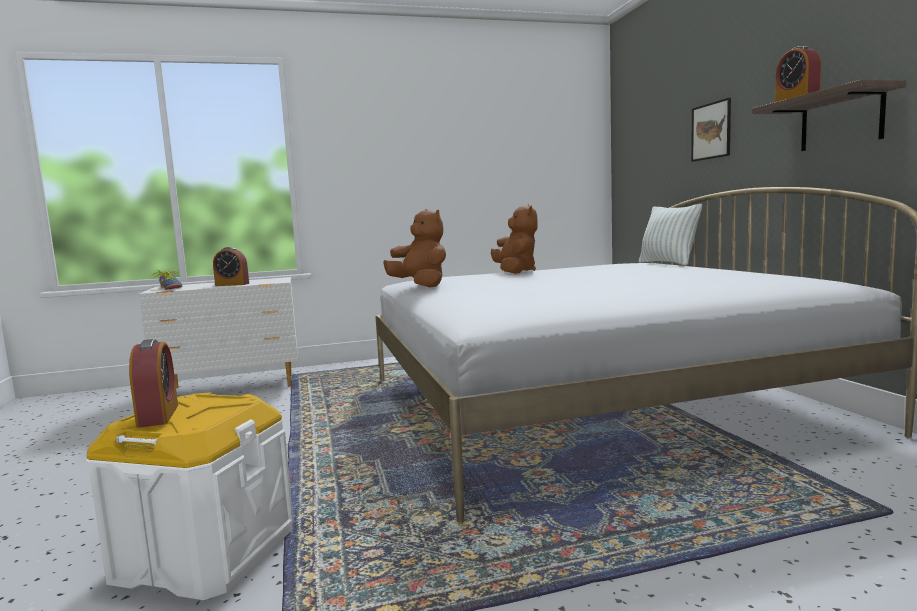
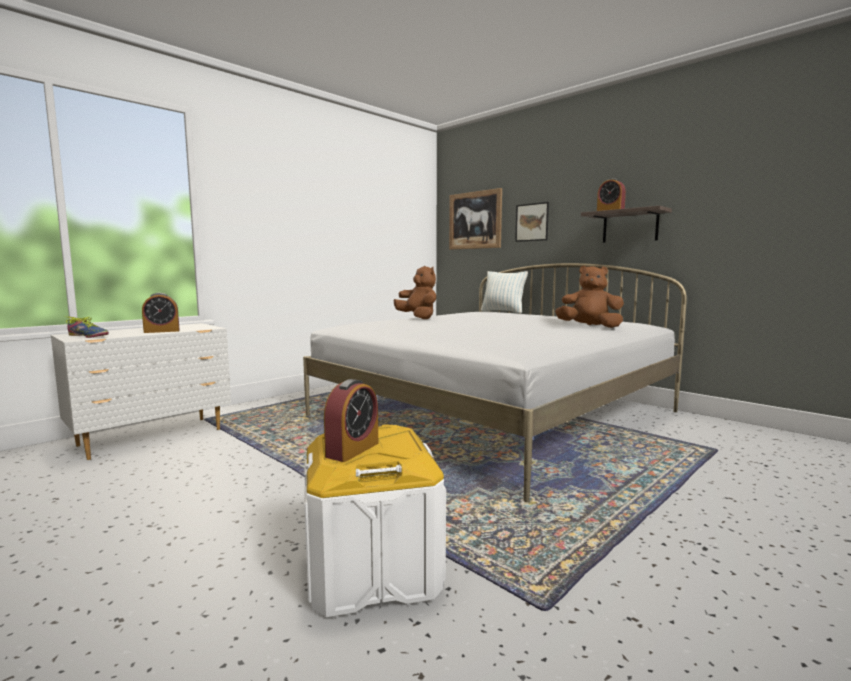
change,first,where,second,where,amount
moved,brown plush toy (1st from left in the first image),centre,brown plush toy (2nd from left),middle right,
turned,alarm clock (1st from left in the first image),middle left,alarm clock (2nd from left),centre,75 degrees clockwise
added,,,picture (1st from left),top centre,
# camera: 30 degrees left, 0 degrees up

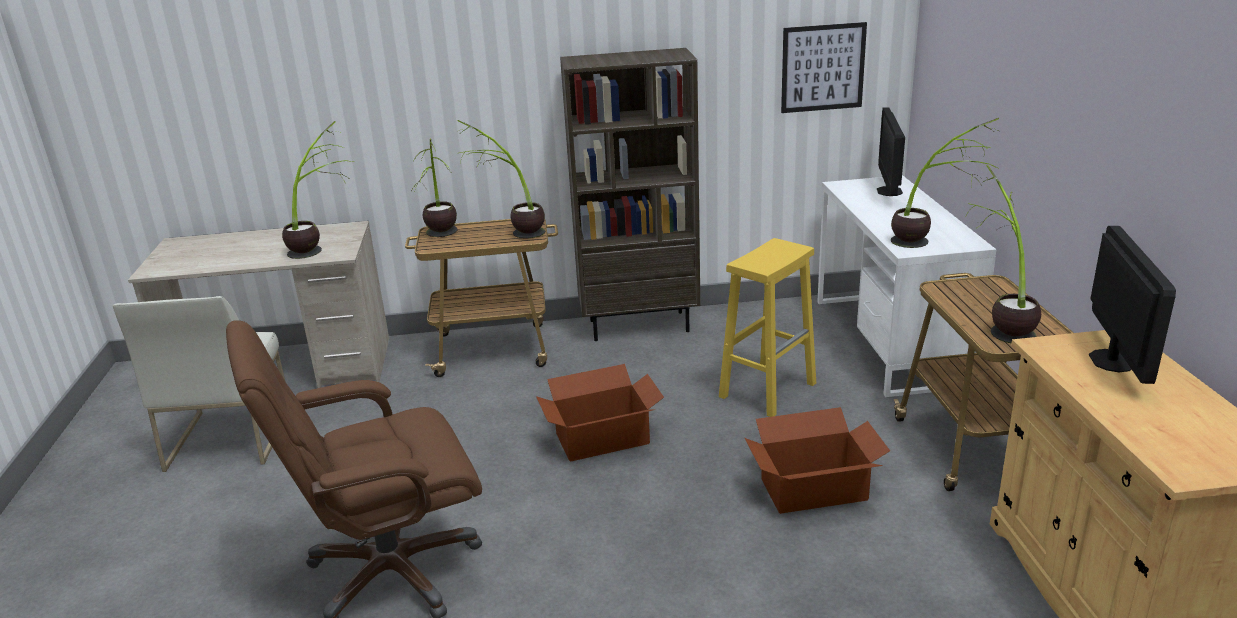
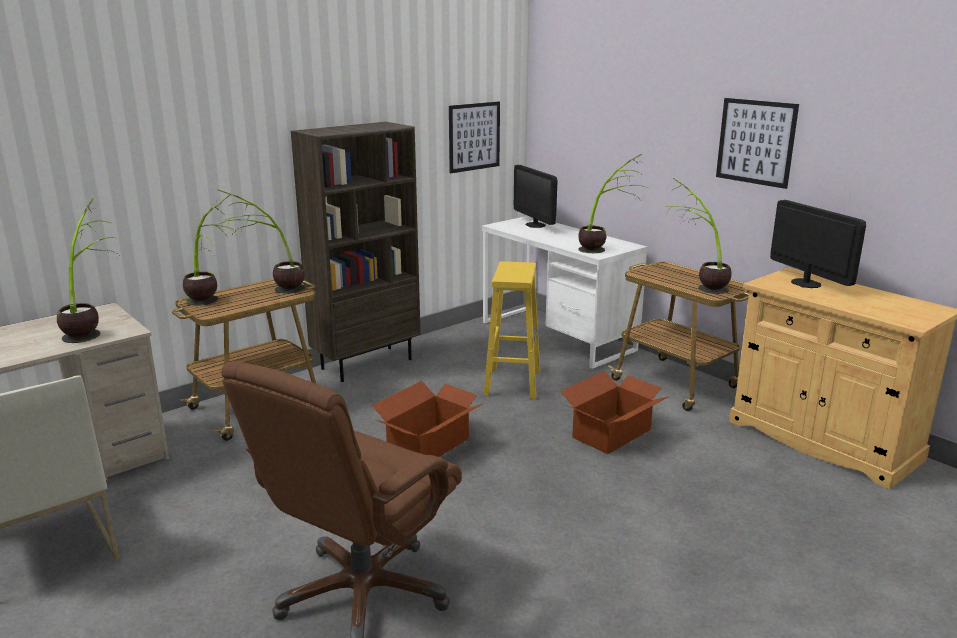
change,first,where,second,where,amount
added,,,picture (2nd from left),top right,
# camera: 35 degrees left, 5 degrees down

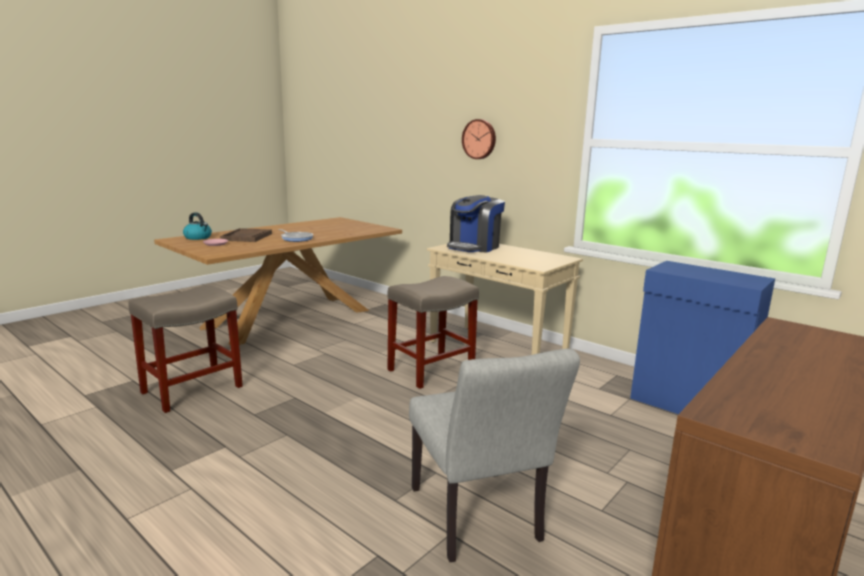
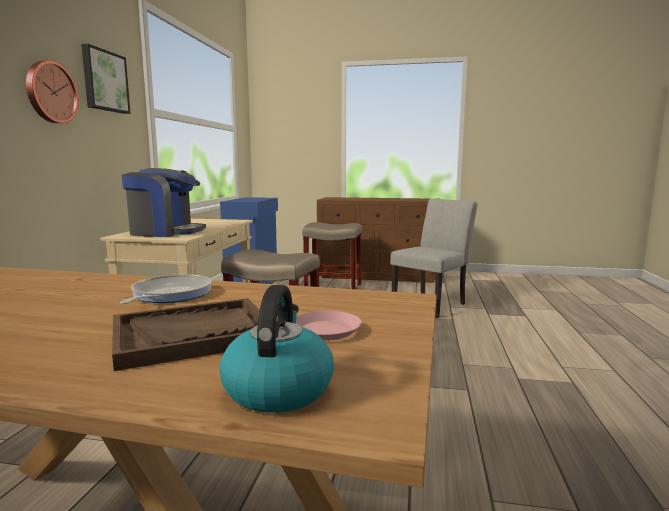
change,first,where,second,where,amount
moved,beige stool (1st from left in the first image),middle left,beige stool (2nd from left),centre,
added,,,picture,top left,
# camera: 120 degrees left, 5 degrees down

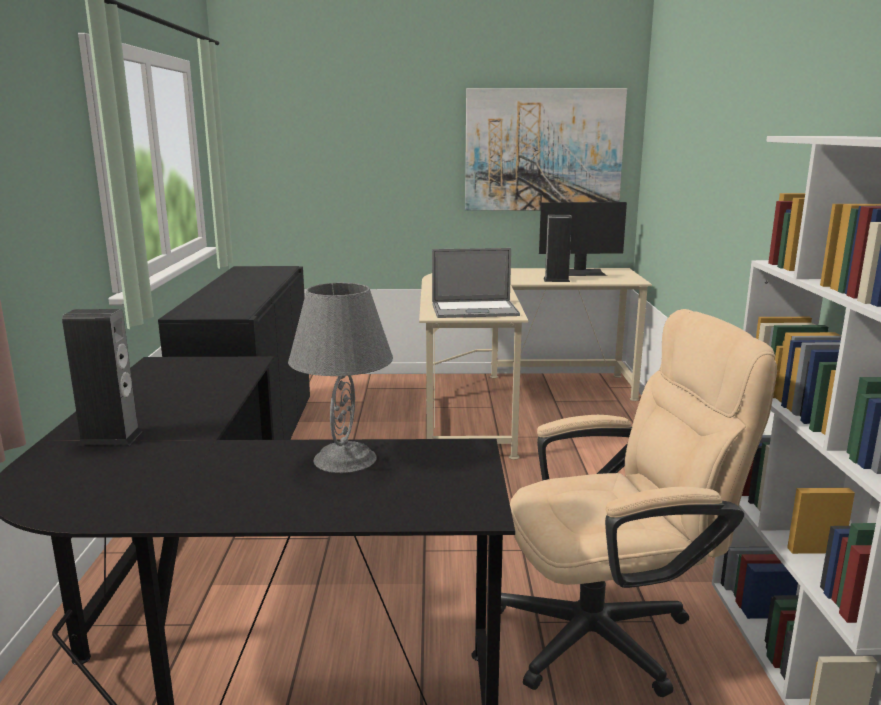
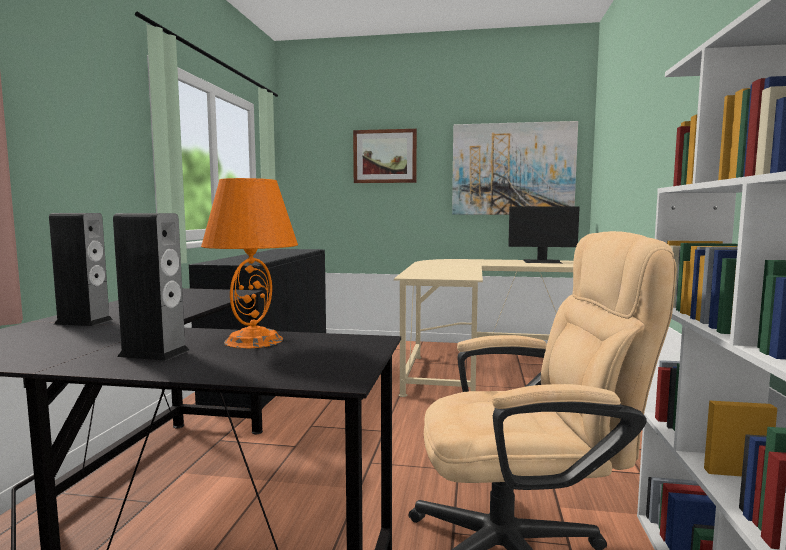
change,first,where,second,where,amount
moved,speaker (2nd from left),centre,,middle left,
removed,laptop,centre,,,
recoloured,grey table lamp,centre,orange table lamp,middle left,
added,,,picture (1st from left),top centre,
# camera: 10 degrees right, 10 degrees down

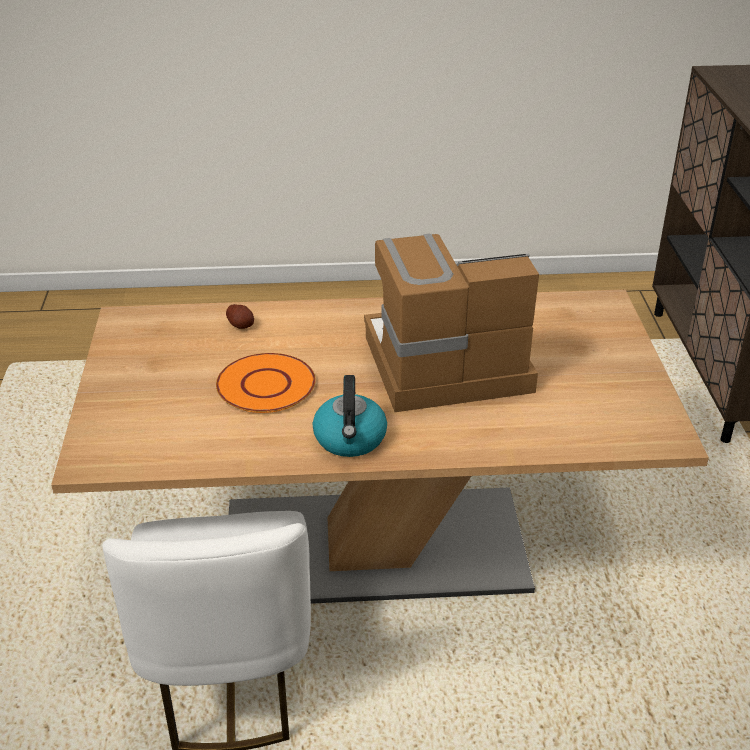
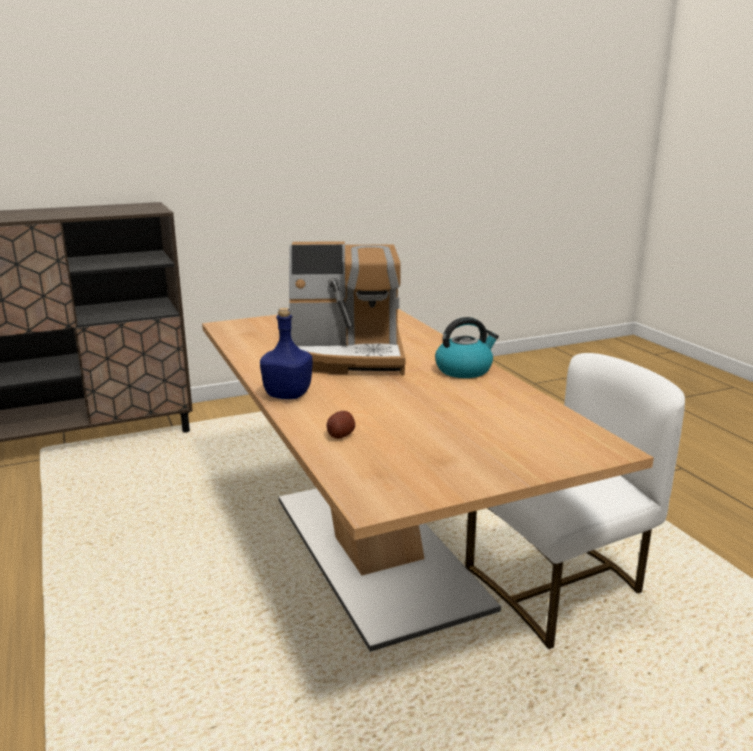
change,first,where,second,where,amount
turned,coffee machine,centre,,centre,60 degrees counterclockwise
removed,orange plate,centre,,,
added,,,blue bottle,centre,
# camera: 110 degrees left, 15 degrees down

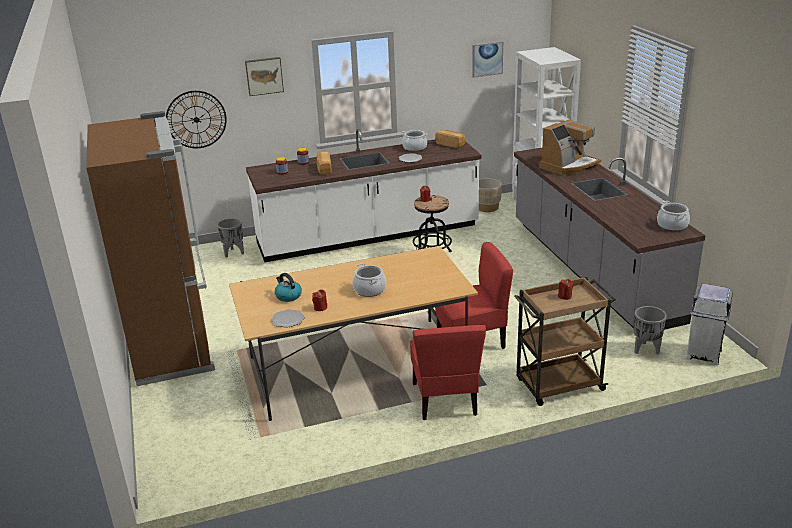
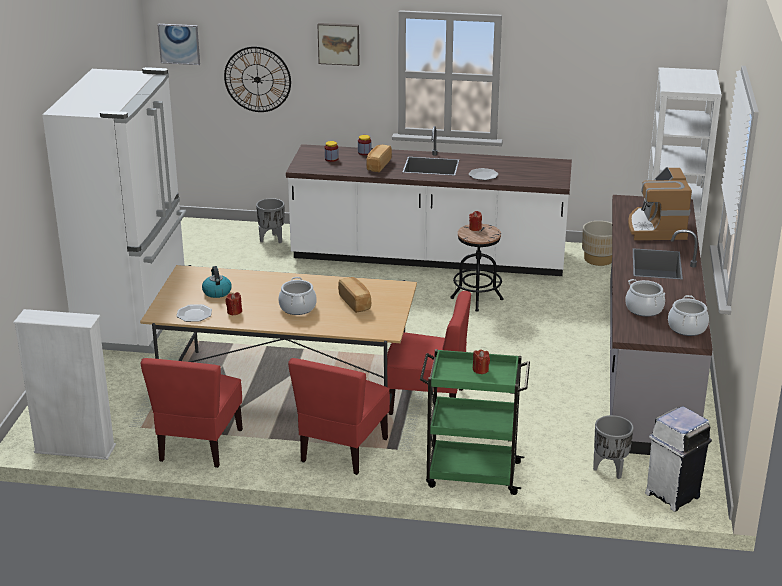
change,first,where,second,where,amount
moved,picture (2nd from left in the first image),top centre,picture (1st from left),top left,
recoloured,brown fridge,middle left,white fridge,middle left,
turned,coffee machine,top right,,middle right,105 degrees clockwise
moved,cooking pot (2nd from left),top centre,,middle right,
moved,bread (2nd from left in the first image),top centre,bread (1st from left),centre,
recoloured,brown cart,middle right,green cart,bottom centre,
added,,,white bookcase (1st from left),middle left,
added,,,red chair (1st from left),bottom left,
# camera: 25 degrees right, 0 degrees up

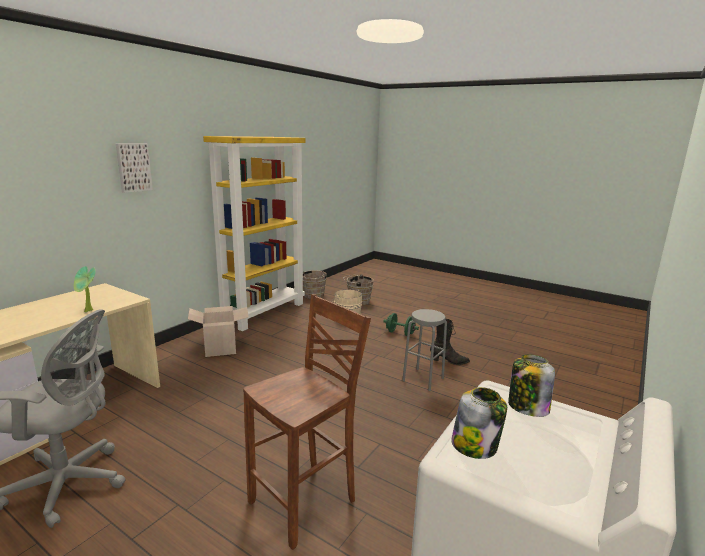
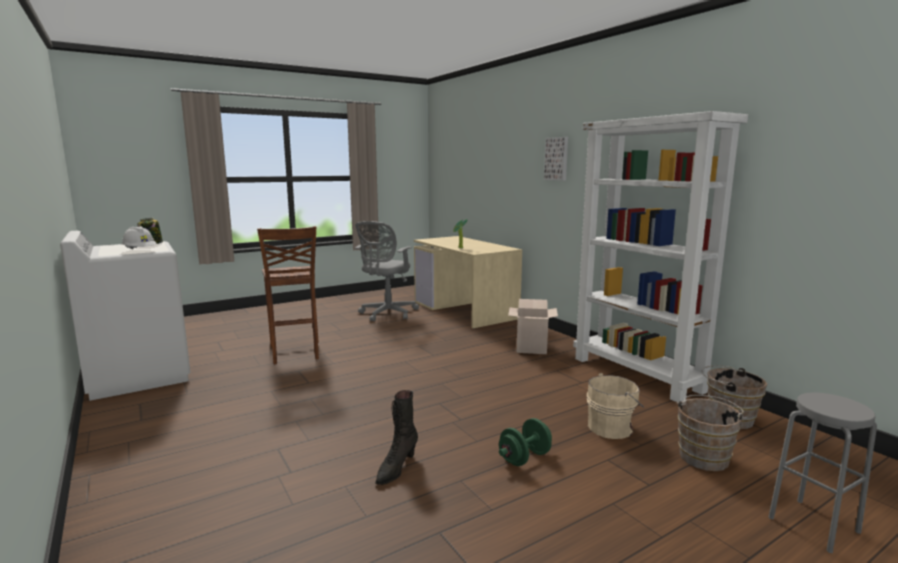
change,first,where,second,where,amount
recoloured,yellow bookcase,centre,white bookcase,middle right,
moved,grey stool,centre,,bottom right,
replaced,jar (2nd from left),bottom right,white hard hat,middle left,
# camera: 115 degrees right, 5 degrees down

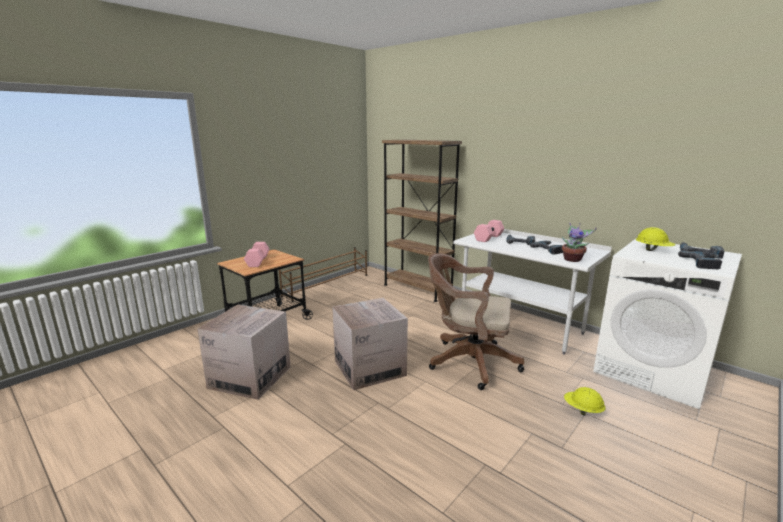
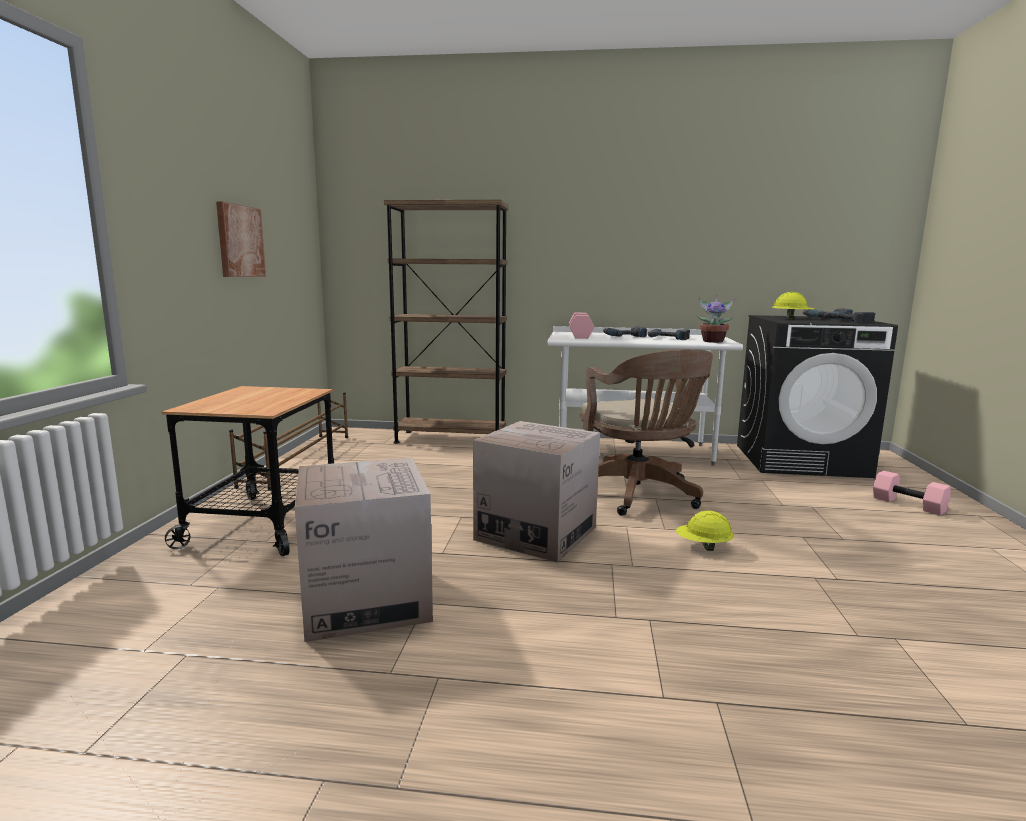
change,first,where,second,where,amount
recoloured,white washing machine,middle right,black washing machine,middle right,
moved,pink dumbbell (1st from left in the first image),middle left,pink dumbbell (2nd from left),middle right,
turned,brown office chair,centre,,centre,90 degrees counterclockwise
moved,yellow hard hat (1st from left),bottom right,,middle right,
added,,,picture,top left,
# camera: 35 degrees left, 5 degrees down

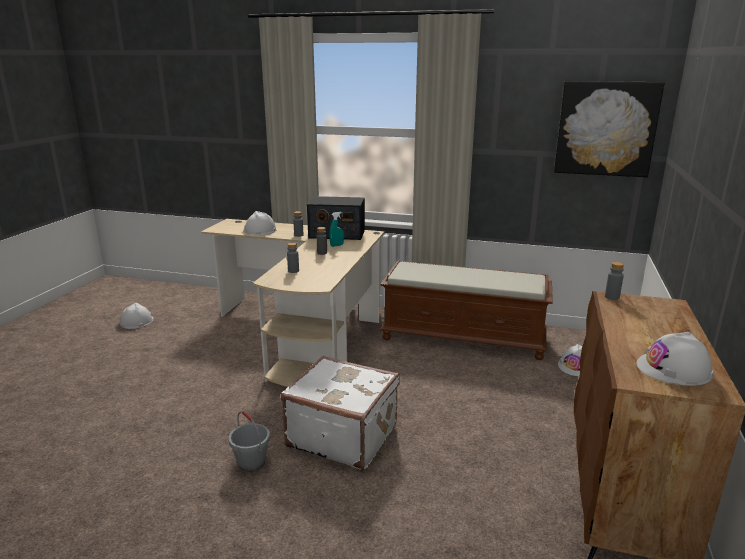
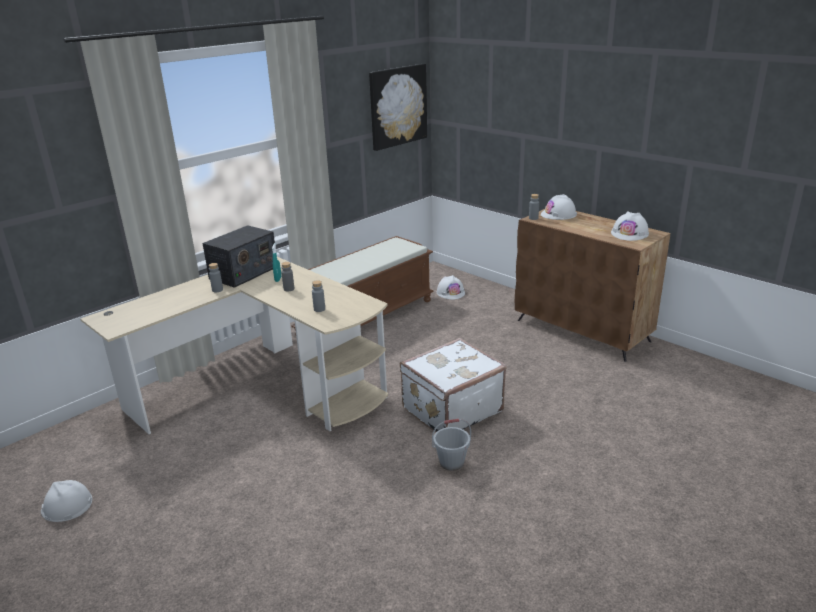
change,first,where,second,where,amount
moved,white hard hat (2nd from left in the first image),centre,white hard hat (3rd from left),middle right,
# camera: 60 degrees left, 5 degrees up

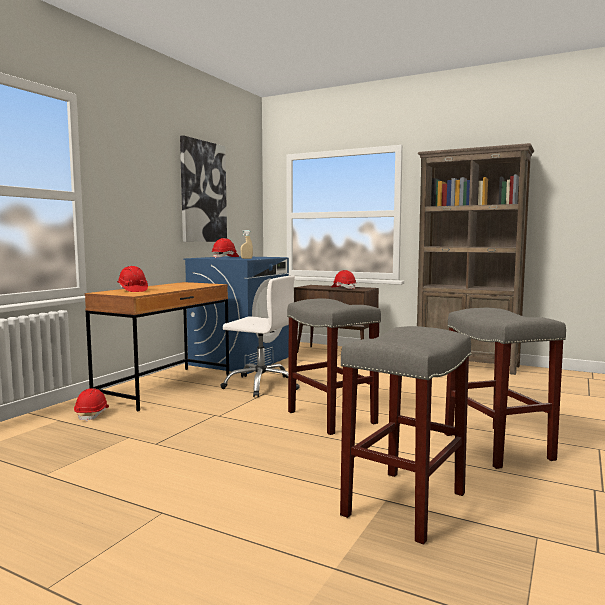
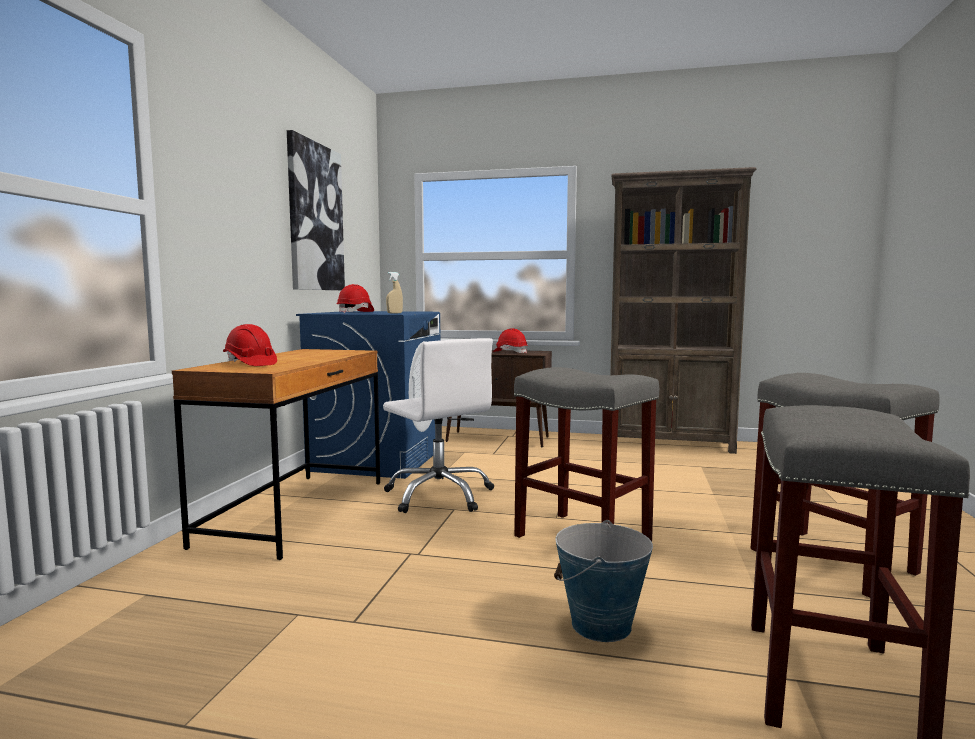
change,first,where,second,where,amount
turned,white office chair,centre,,centre,45 degrees clockwise
removed,red hard hat (1st from left),bottom left,,,
added,,,bucket,bottom centre,
# camera: 15 degrees left, 0 degrees up

